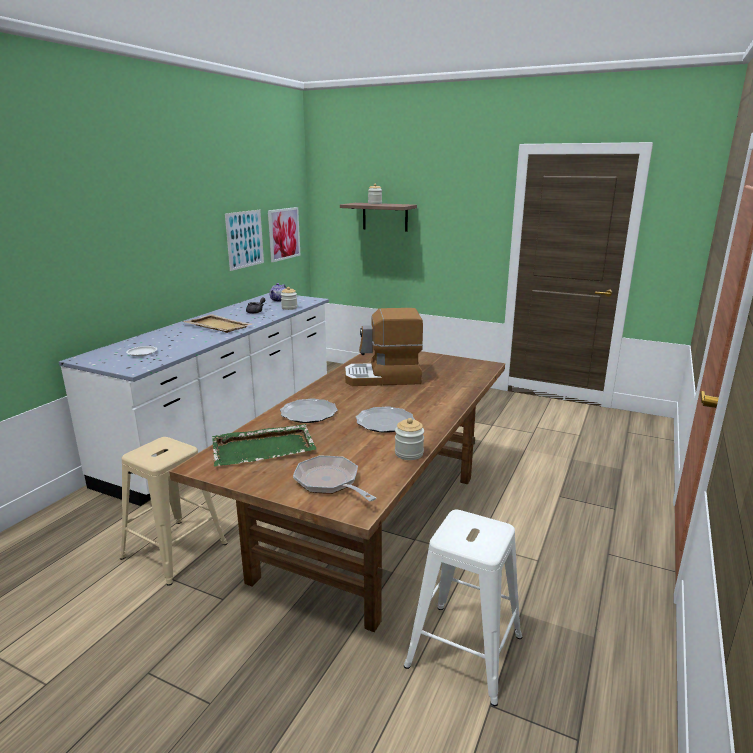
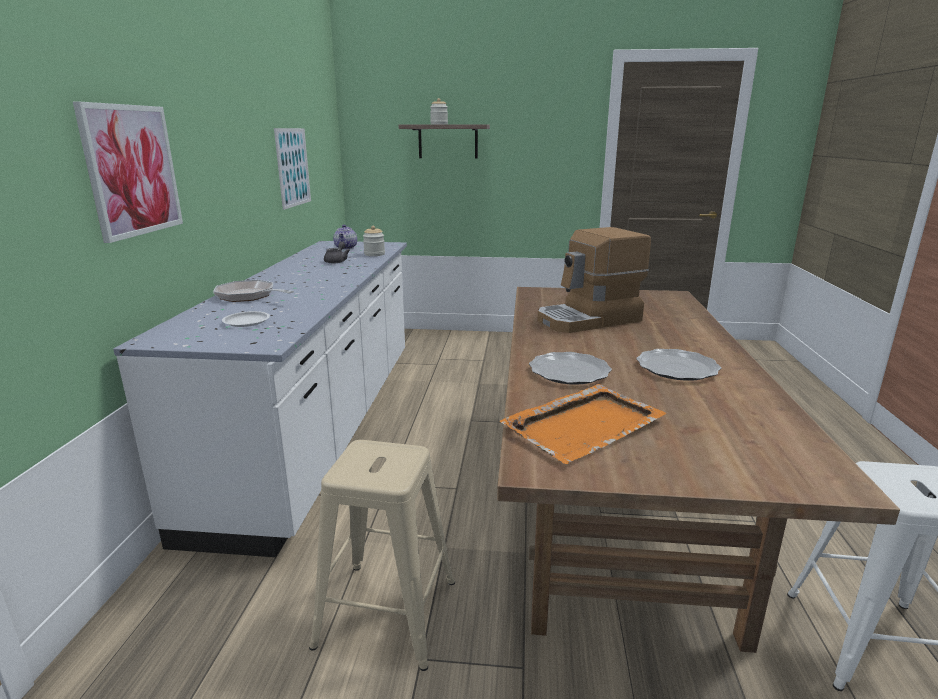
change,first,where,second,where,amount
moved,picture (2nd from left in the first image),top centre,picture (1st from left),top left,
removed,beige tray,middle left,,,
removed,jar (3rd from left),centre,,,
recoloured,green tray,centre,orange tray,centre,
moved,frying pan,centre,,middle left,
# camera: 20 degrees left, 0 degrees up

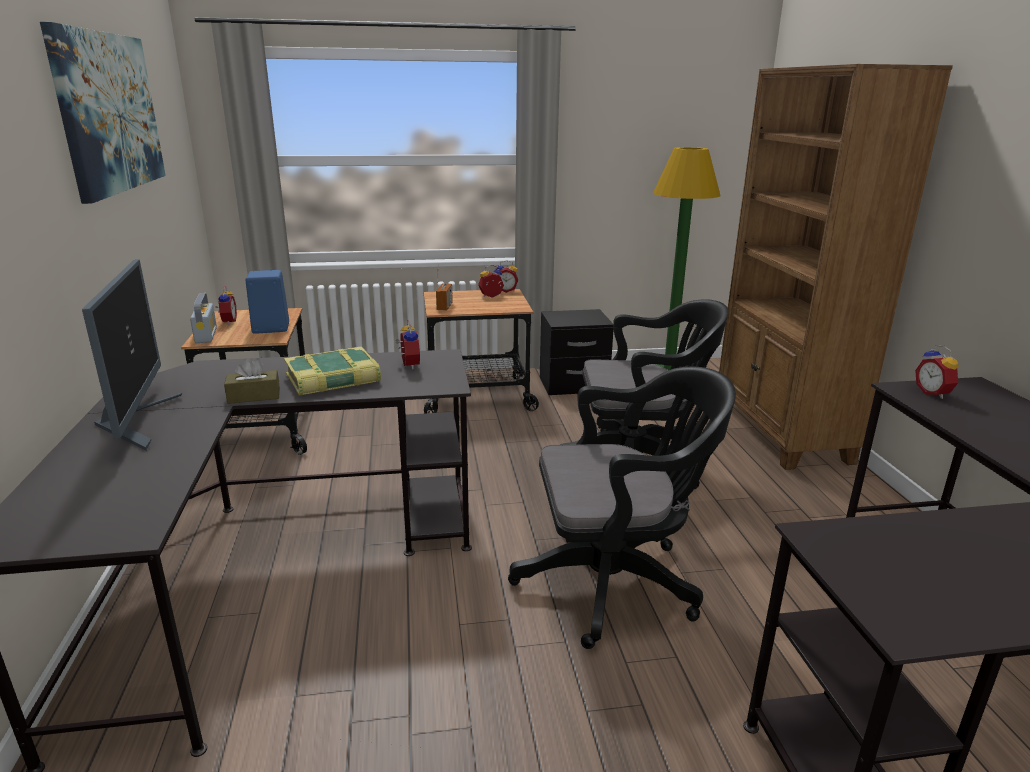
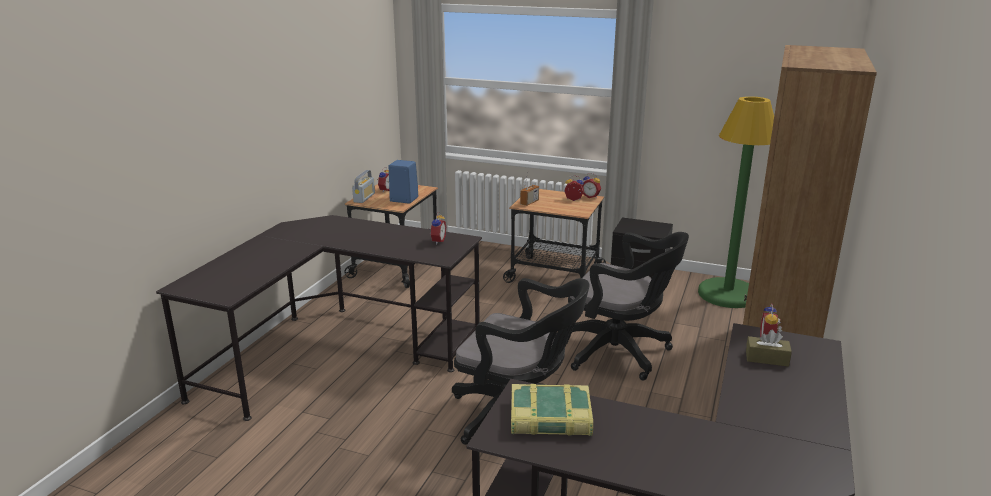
change,first,where,second,where,amount
removed,picture,top left,,,
removed,monitor,middle left,,,
moved,book,middle left,,bottom centre,
moved,brown tissue box,middle left,,bottom right,
# camera: 30 degrees right, 0 degrees up

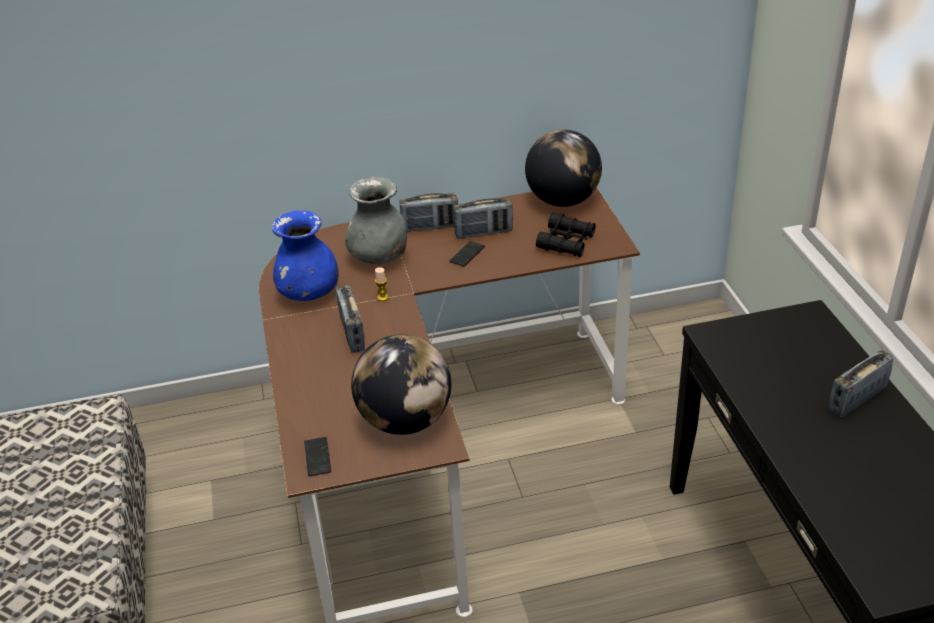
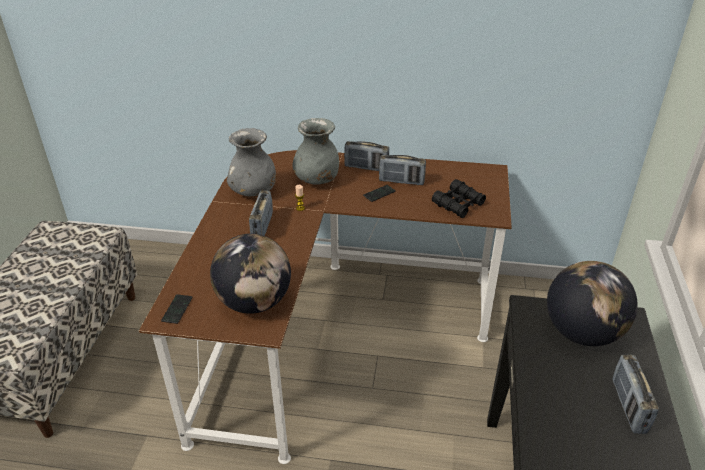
change,first,where,second,where,amount
moved,globe (2nd from left),top centre,,middle right,
recoloured,blue vase,middle left,grey vase (1st from left),centre,
turned,radio (4th from left),middle right,,bottom right,75 degrees counterclockwise
# camera: 20 degrees right, 0 degrees up

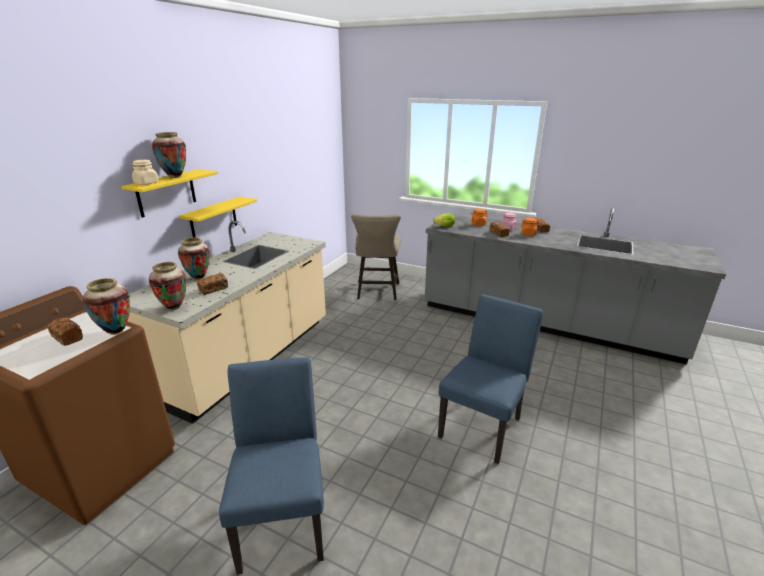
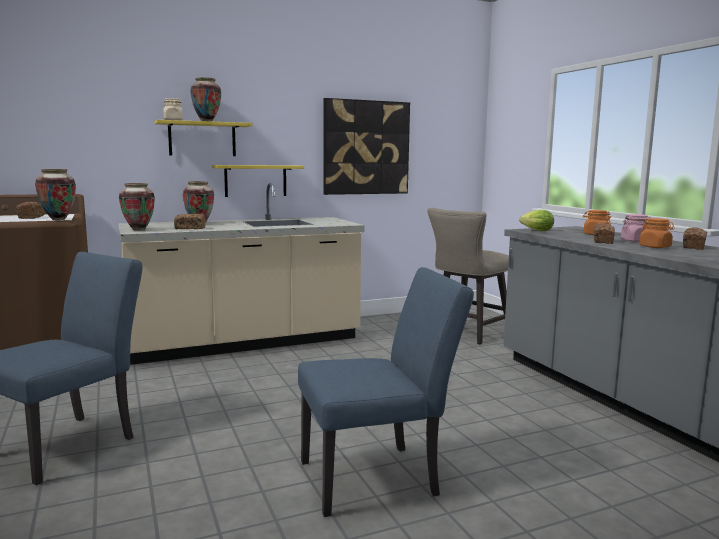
change,first,where,second,where,amount
added,,,picture,top centre,
# camera: 40 degrees right, 15 degrees down

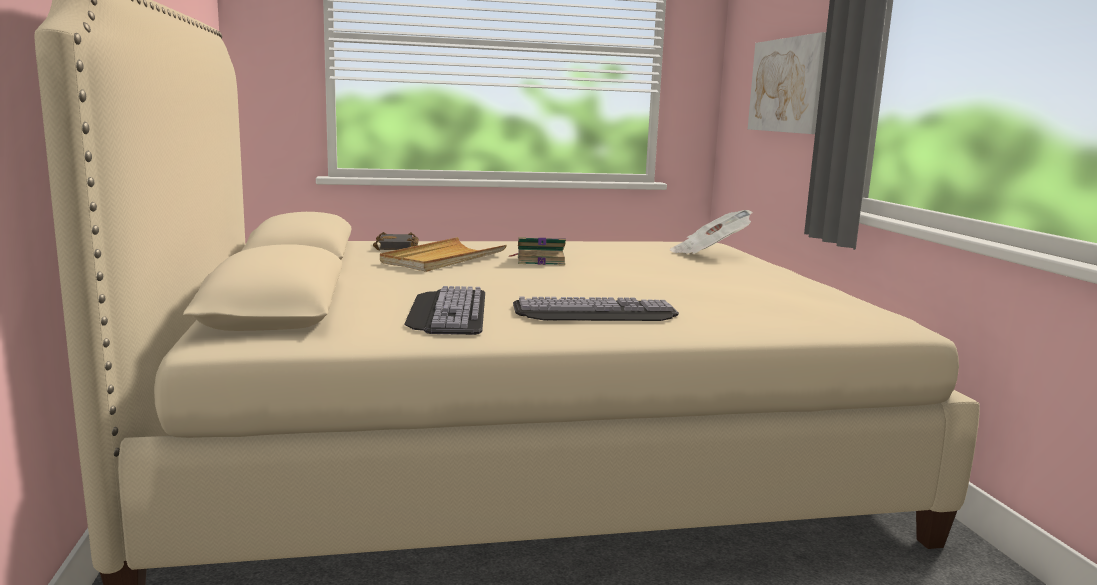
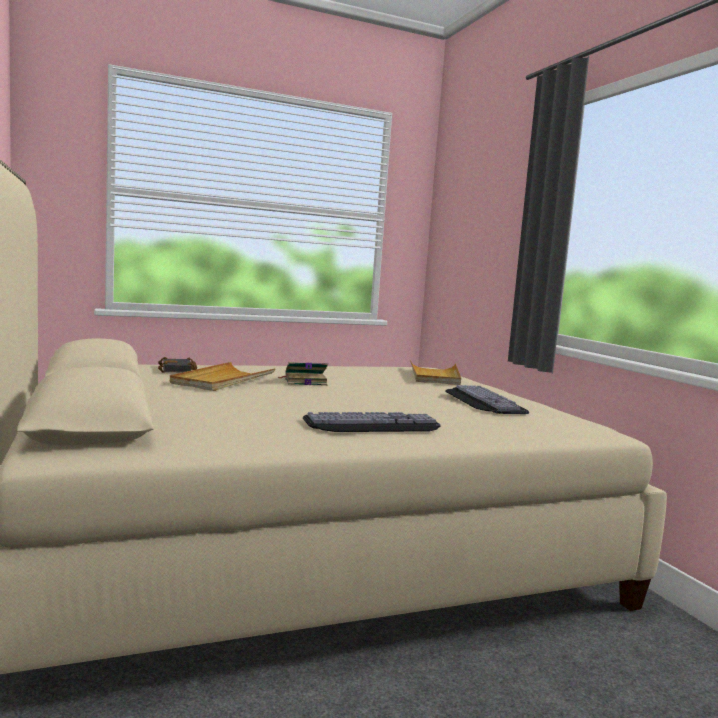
change,first,where,second,where,amount
removed,picture,top right,,,
replaced,newspaper,centre,beige tray (2nd from left),centre,
moved,keyboard (1st from left in the first image),centre,keyboard (2nd from left),middle right,
# camera: 10 degrees left, 5 degrees down

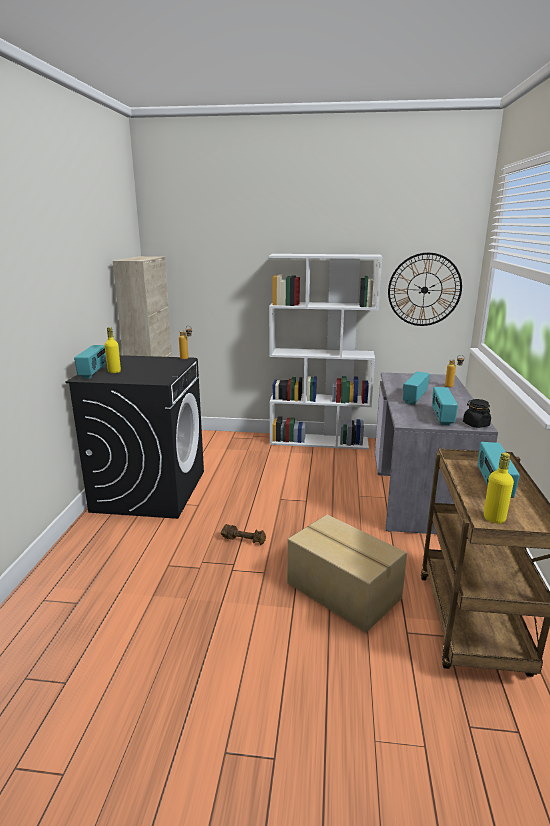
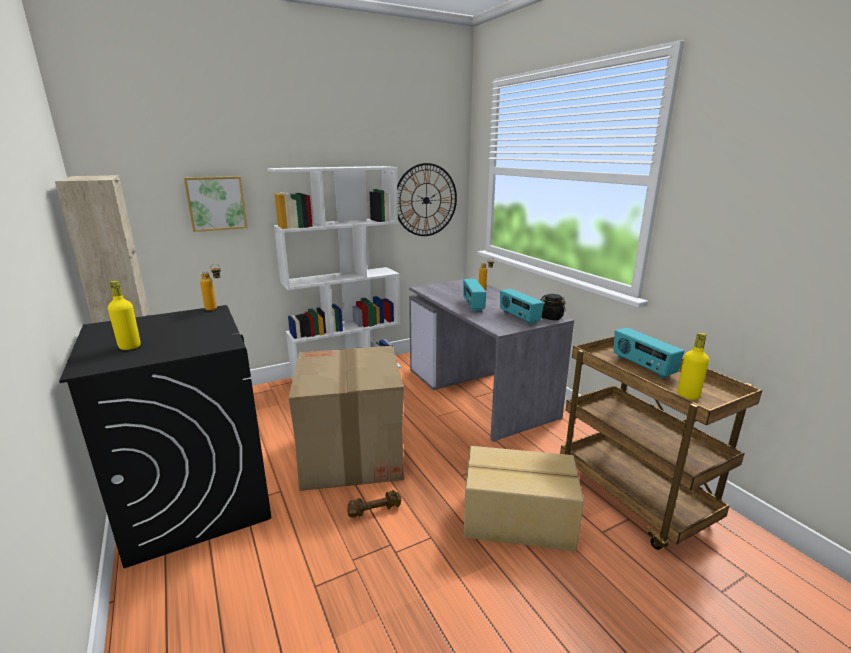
change,first,where,second,where,amount
removed,radio (1st from left),middle left,,,
added,,,picture,top left,
added,,,cardboard box (1st from left),centre,
# camera: 35 degrees left, 0 degrees up

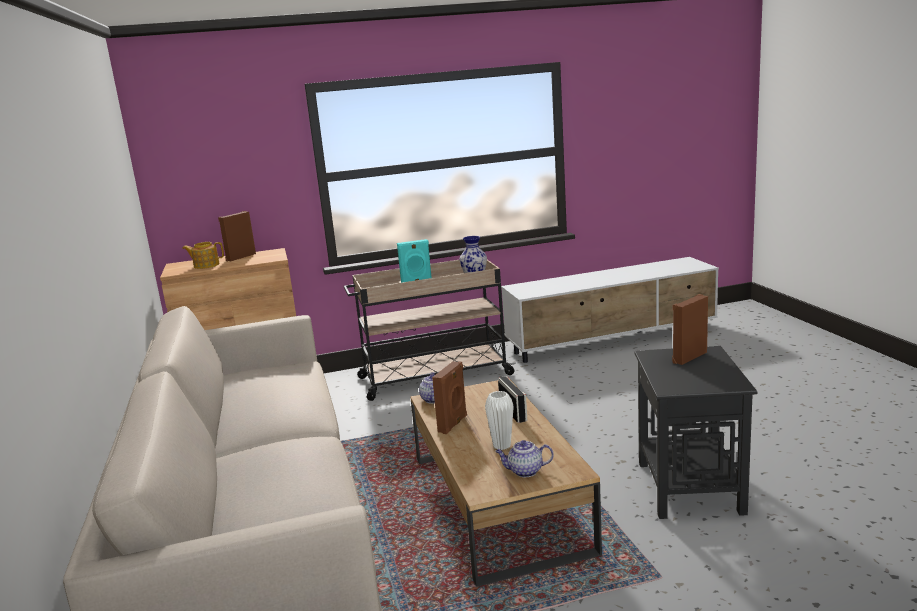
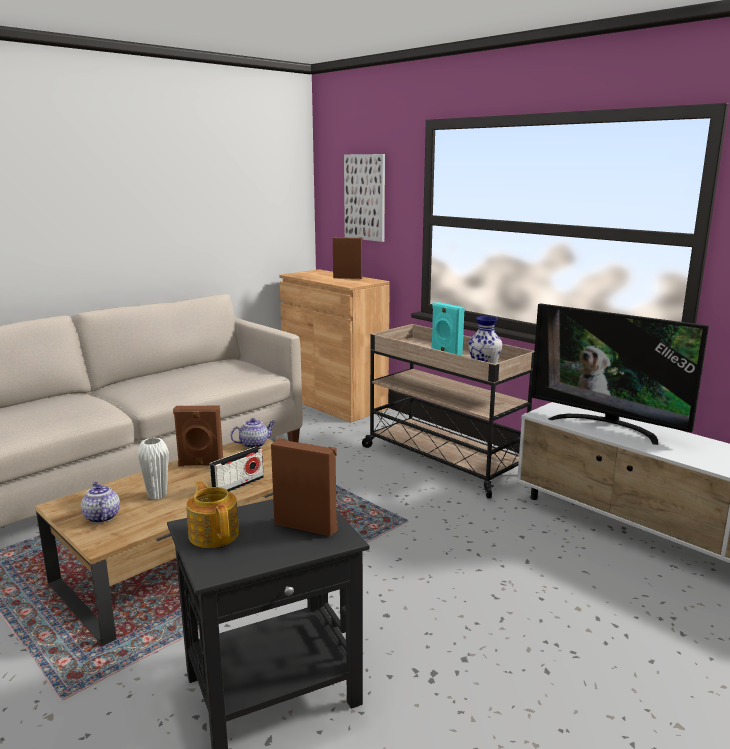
change,first,where,second,where,amount
moved,teapot (1st from left in the first image),middle left,teapot (2nd from left),bottom left,
added,,,picture,top centre,
added,,,television,middle right,
# camera: 60 degrees right, 0 degrees up

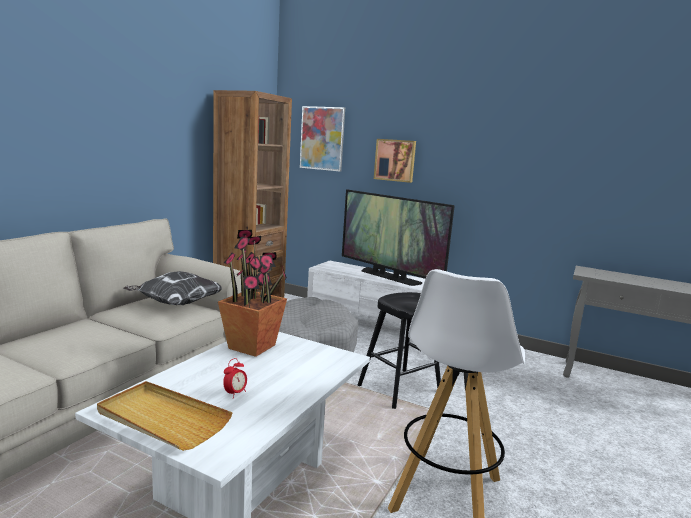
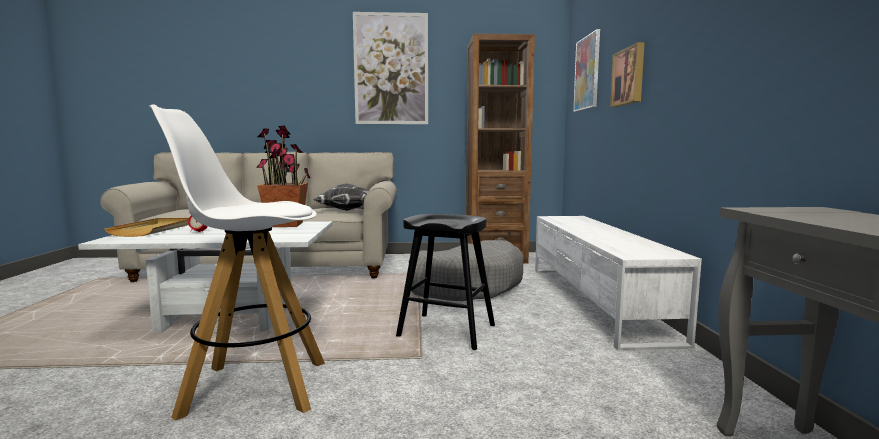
change,first,where,second,where,amount
removed,television,centre,,,
added,,,picture (1st from left),top centre,
# camera: 60 degrees right, 5 degrees down

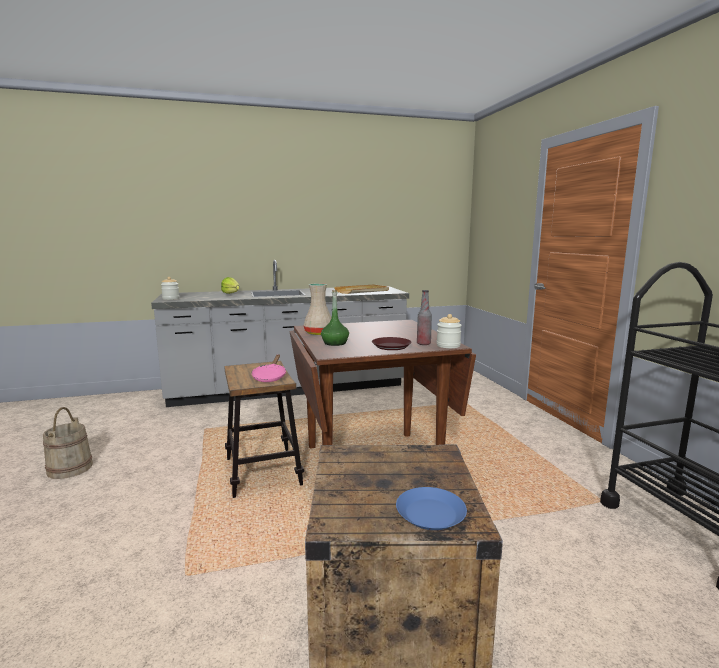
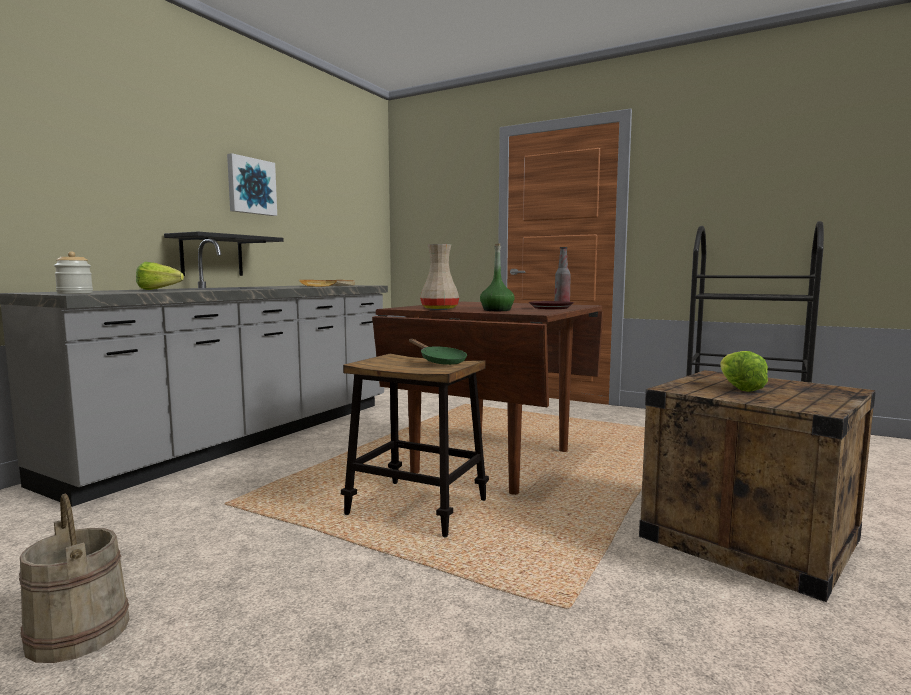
change,first,where,second,where,amount
removed,jar (2nd from left),centre,,,
recoloured,pink frying pan,centre,green frying pan,centre,
removed,blue plate,bottom centre,,,
added,,,picture,top left,
added,,,black shelf,middle left,
added,,,lettuce (2nd from left),middle right,
# camera: 45 degrees left, 5 degrees down

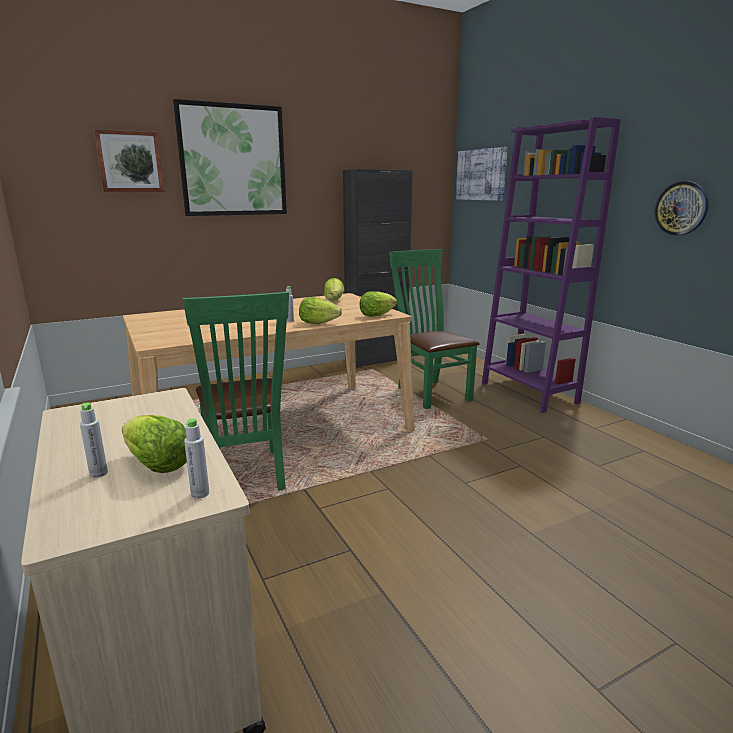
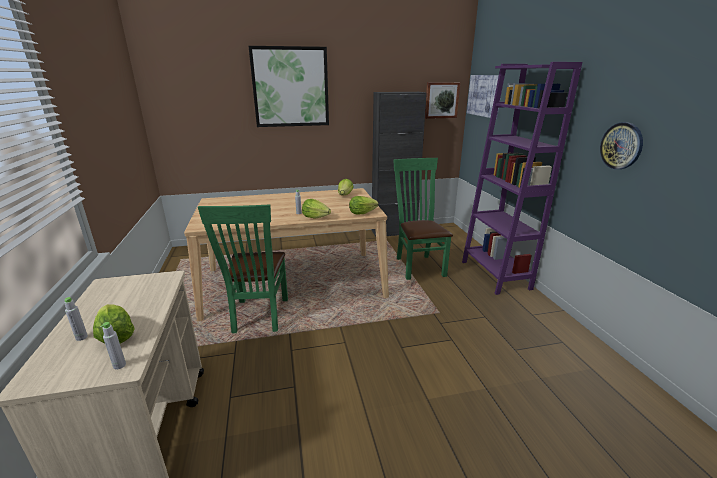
change,first,where,second,where,amount
moved,picture (1st from left in the first image),top left,picture (2nd from left),top centre,
# camera: 15 degrees right, 5 degrees up

